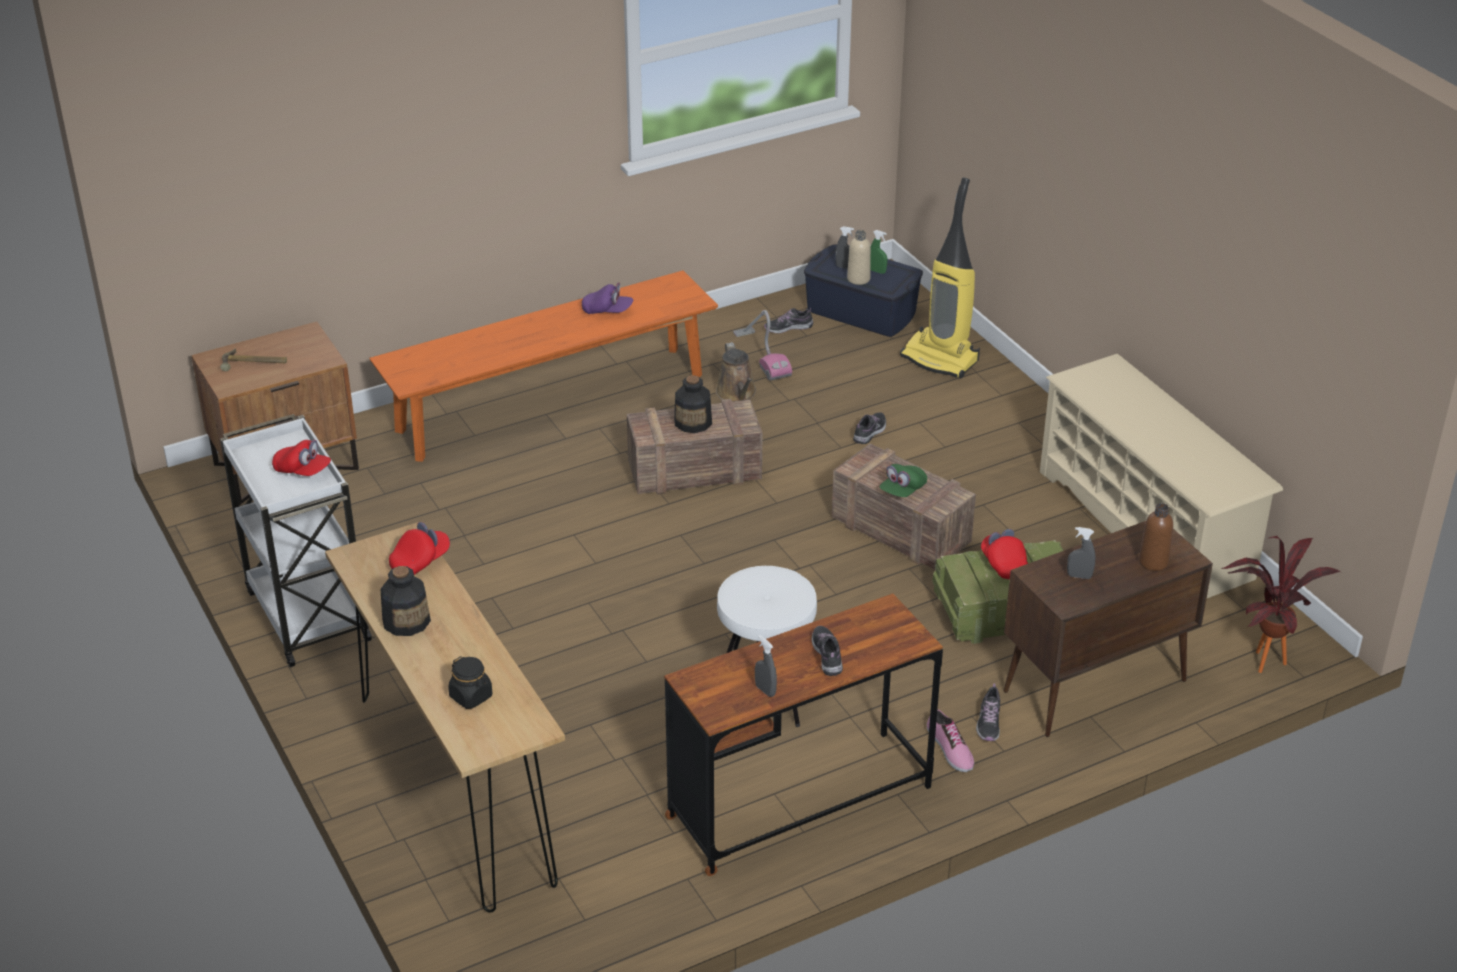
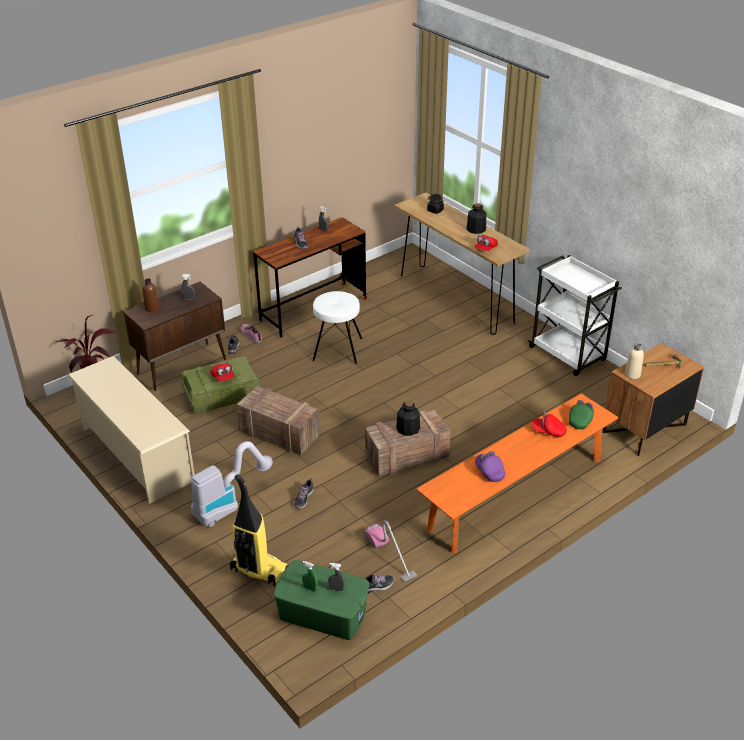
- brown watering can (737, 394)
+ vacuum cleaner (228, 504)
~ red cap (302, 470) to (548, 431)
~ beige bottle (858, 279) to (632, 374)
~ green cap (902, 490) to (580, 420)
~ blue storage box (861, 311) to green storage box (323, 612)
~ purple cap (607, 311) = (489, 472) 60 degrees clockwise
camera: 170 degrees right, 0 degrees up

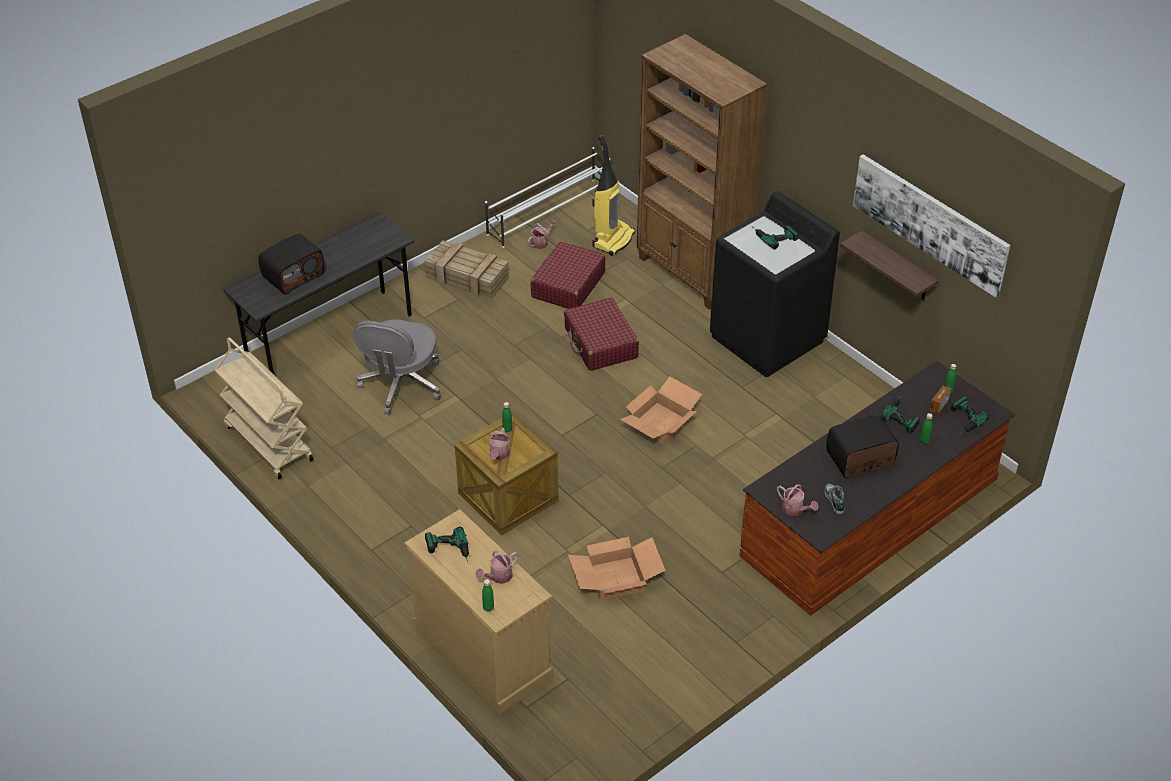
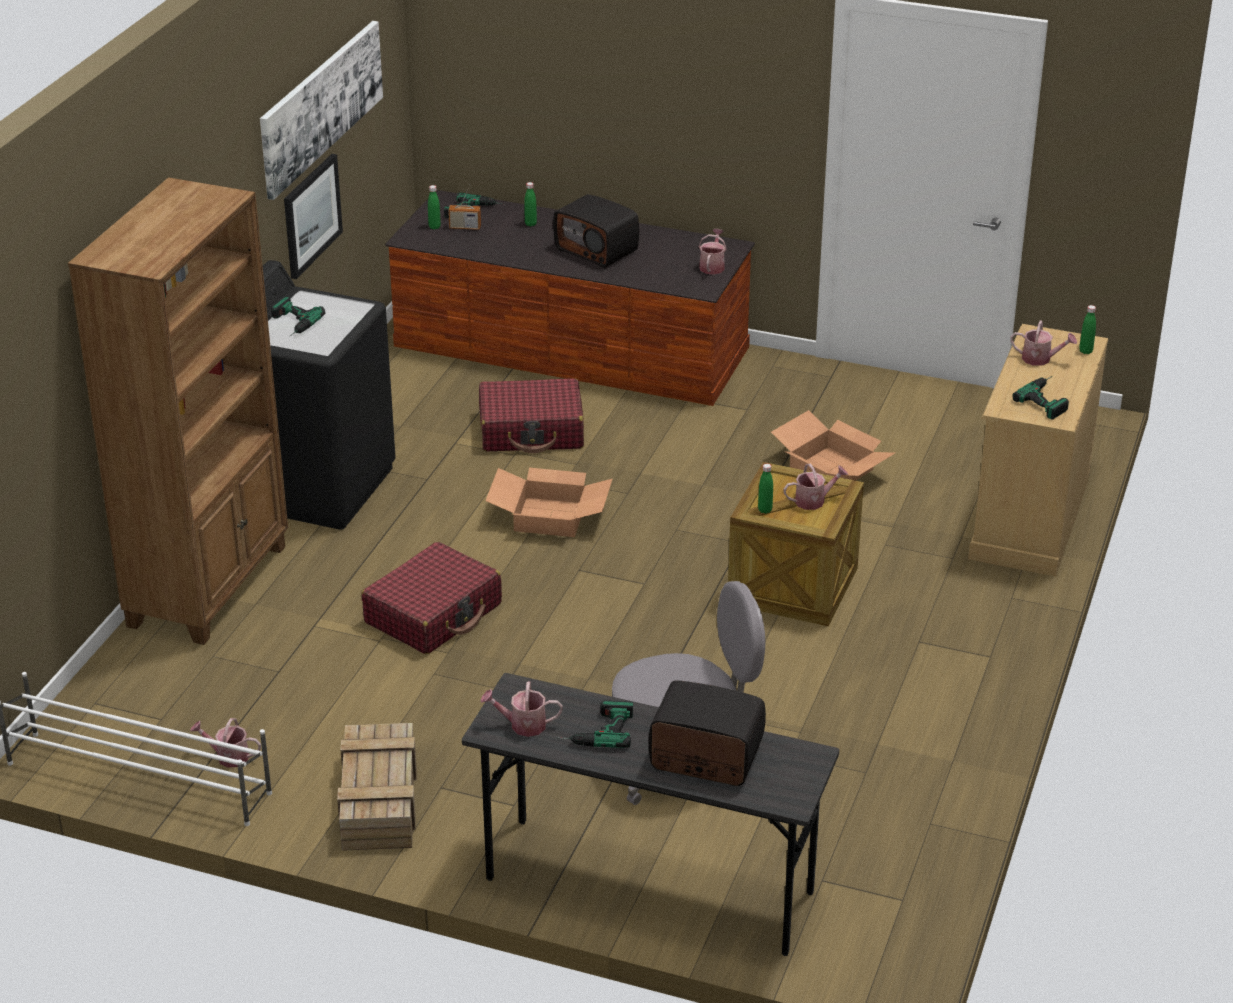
- beige cart (268, 443)
- vacuum cleaner (613, 239)
- shoe (834, 500)
+ watering can (522, 725)
~ red suitcase (567, 285) to (532, 430)
~ power drill (904, 415) to (595, 730)
~ shelf (897, 267) to picture (311, 215)
camera: 120 degrees left, 10 degrees down

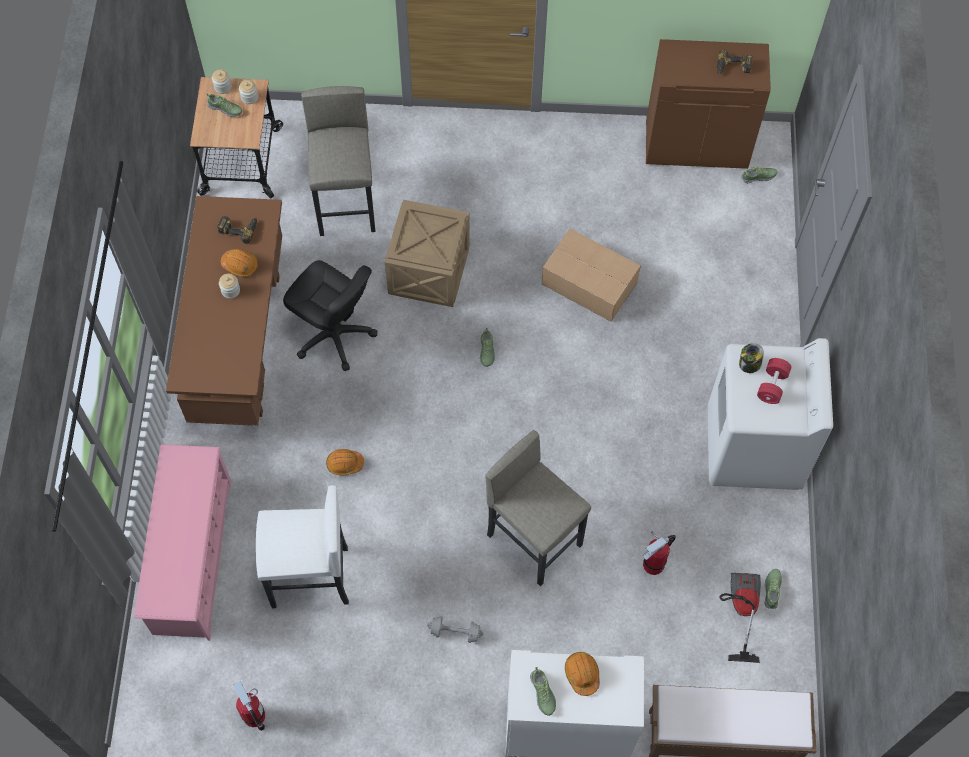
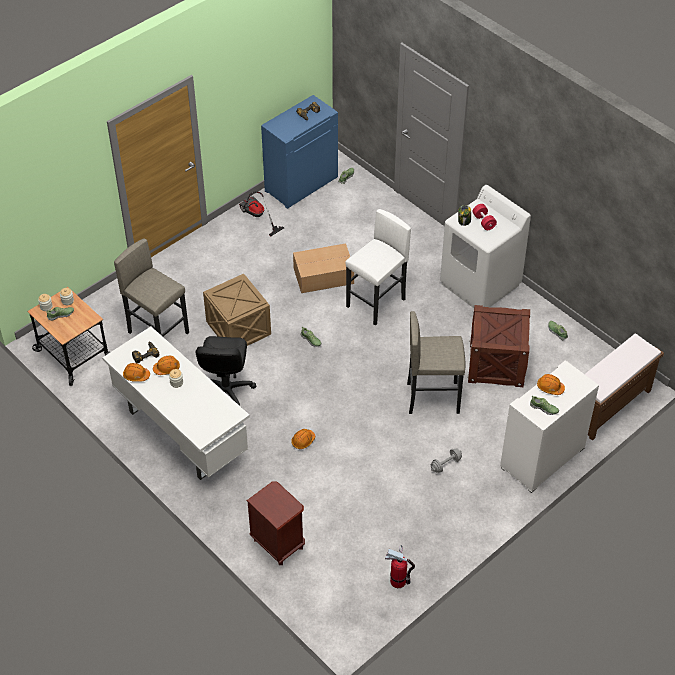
+ orange hard hat (136, 375)
~ white stool (310, 577) to (376, 303)
~ vacuum cleaner (740, 610) to (256, 217)
~ pink shoe rack (192, 557) to brown nightstand (278, 543)
~ fire extinguisher (653, 564) to crate (496, 363)
~ brown desk (240, 343) to white desk (180, 433)
~ brown cabinet (697, 144) to blue cabinet (301, 184)
~ black office chair (334, 335) = (226, 392) 105 degrees clockwise
camera: 45 degrees left, 15 degrees down

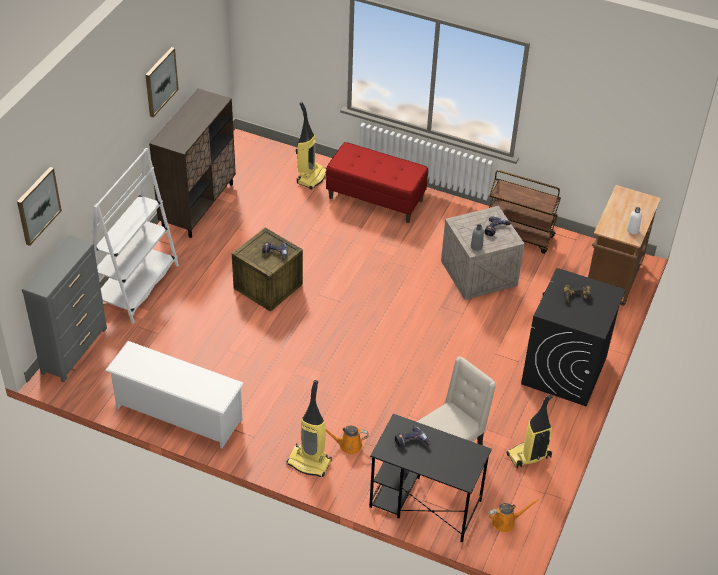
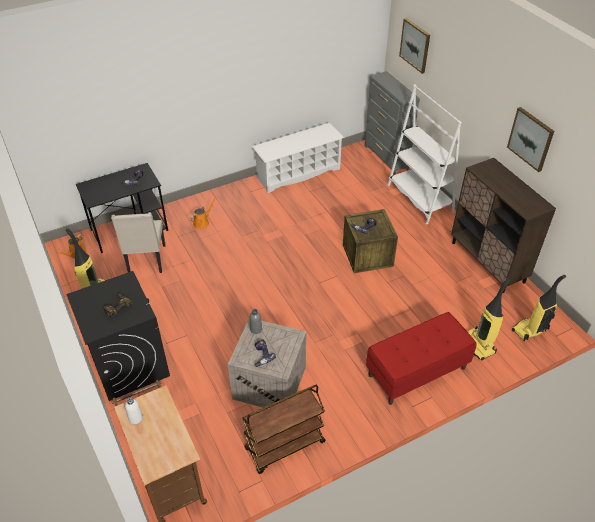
~ vacuum cleaner (310, 462) to (530, 330)
camera: 130 degrees right, 0 degrees up

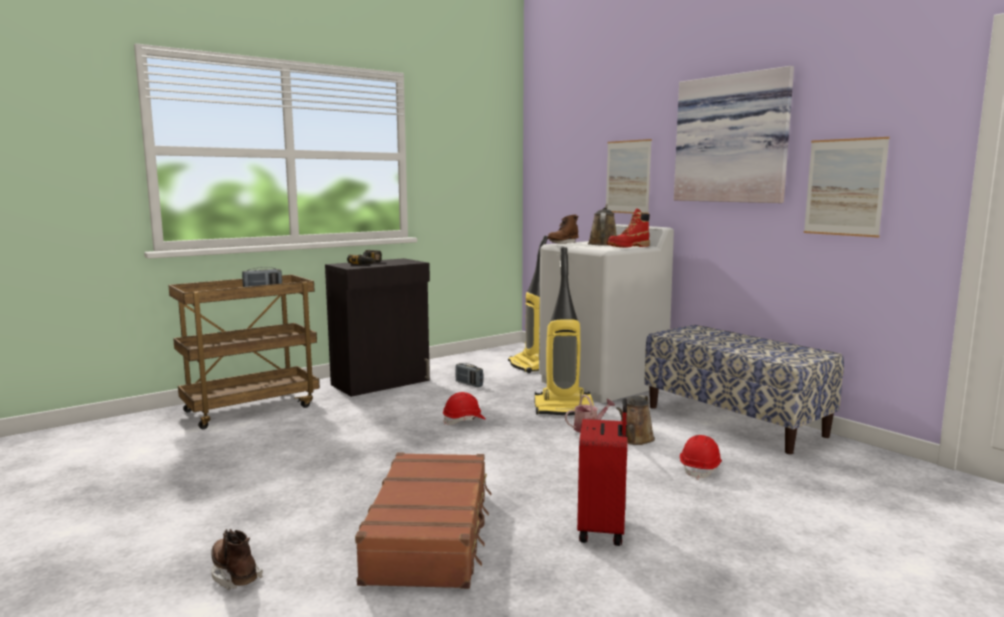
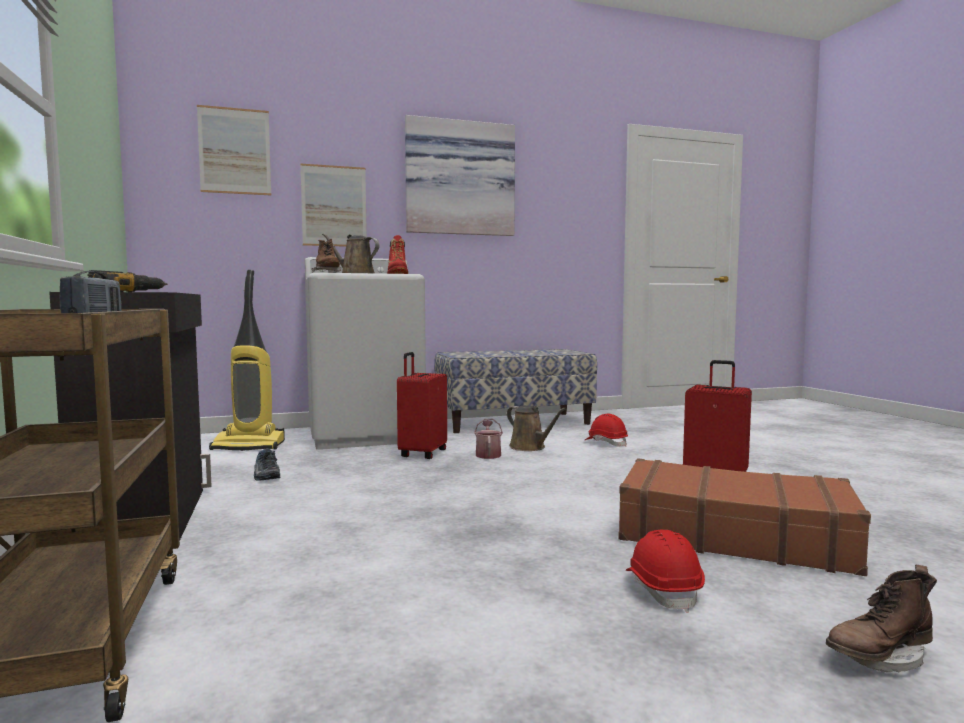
~ red hard hat (464, 420) to (663, 589)
~ picture (844, 187) to (235, 151)
~ radio (469, 384) to shoe (265, 475)
~ vacuum cleaner (564, 409) to red suitcase (422, 453)
camera: 70 degrees left, 5 degrees down

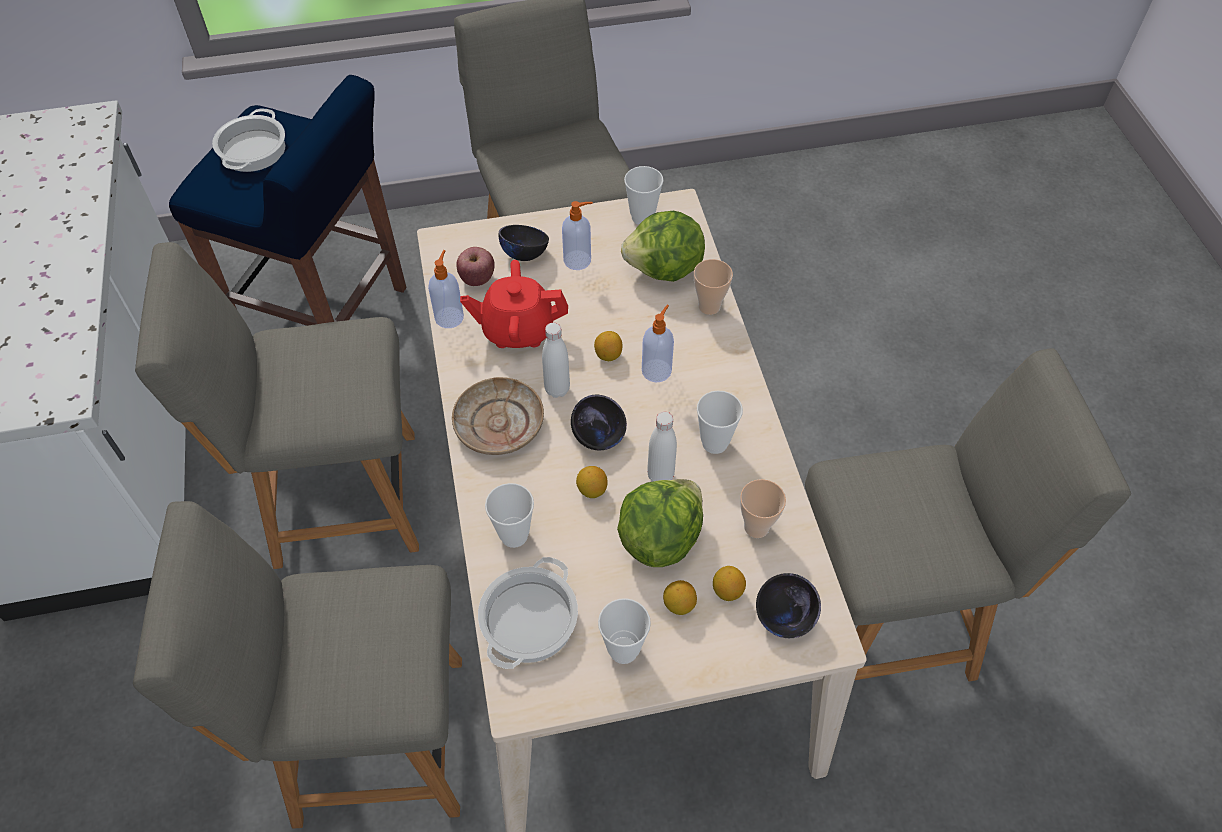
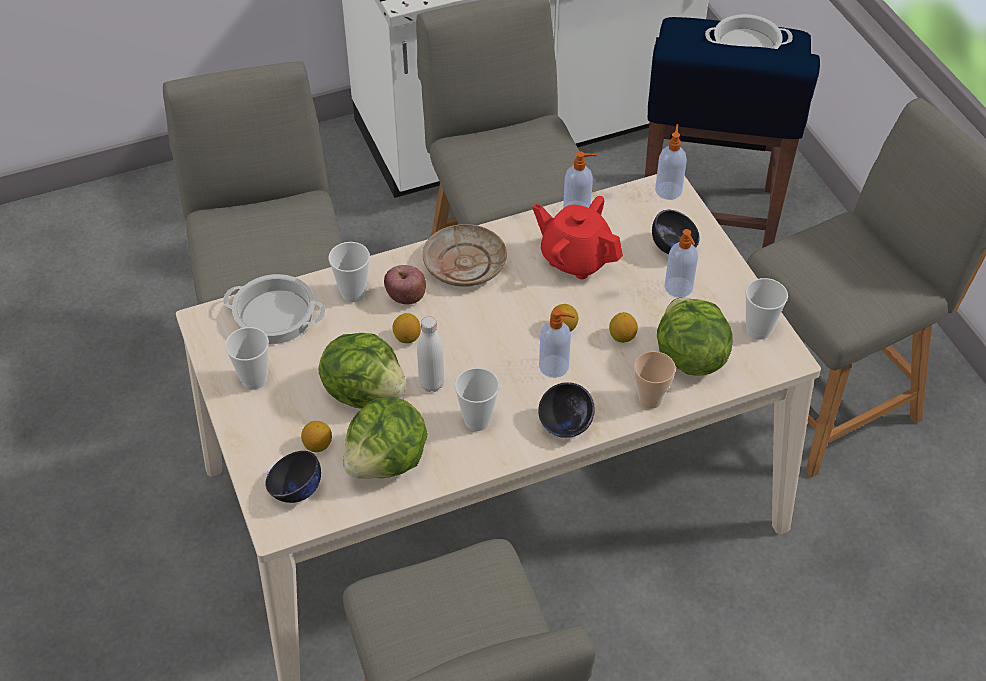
- white bottle (557, 389)
+ soap dispenser (668, 190)
~ apple (477, 279) to (406, 297)
~ black bowl (598, 437) to (565, 425)
~ lemon (679, 605) to (622, 337)
~ cup (756, 527) to lettuce (387, 461)
~ red teapot (517, 330) = (575, 258) 45 degrees counterclockwise
camera: 80 degrees right, 5 degrees down

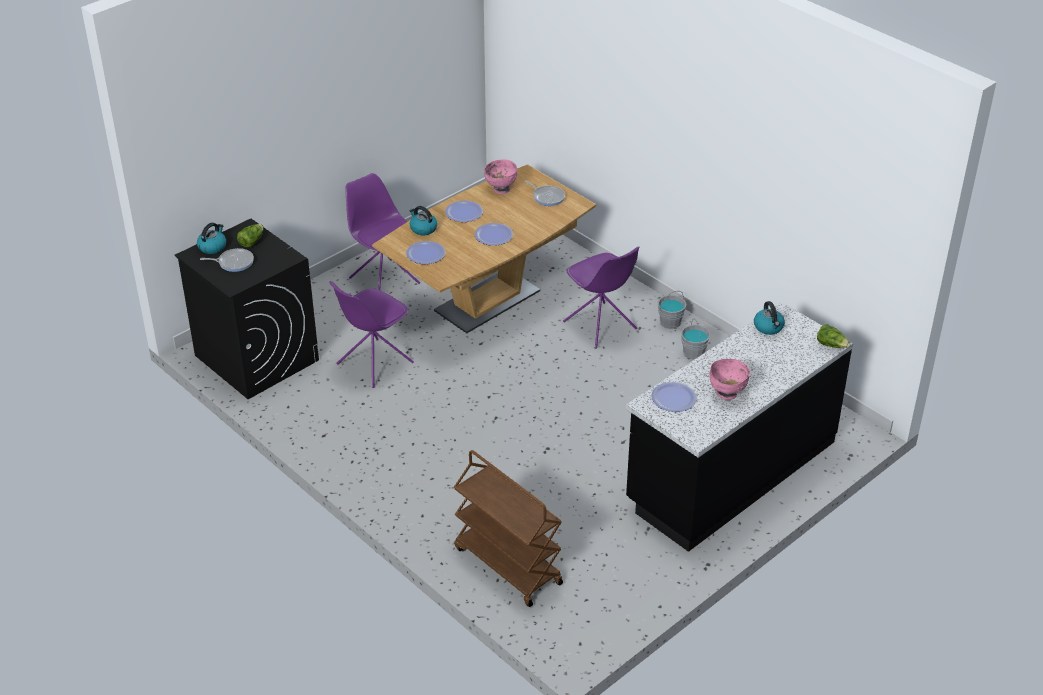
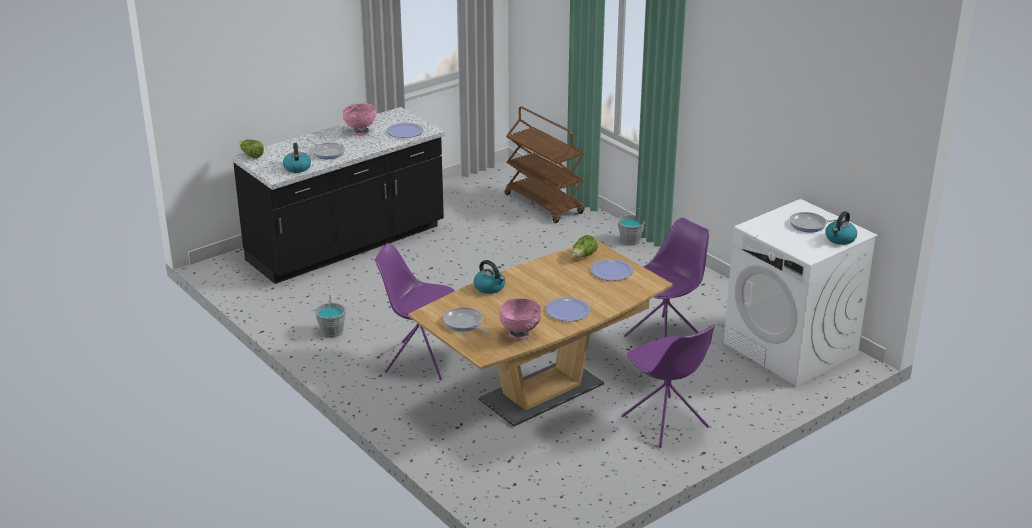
- plate (493, 235)
+ frying pan (327, 152)
~ lettuce (251, 241) to (583, 256)
~ kettle (423, 229) to (490, 287)
~ grey bucket (670, 322) to (630, 240)
~ black washing machine (256, 357) to white washing machine (791, 349)
~ purple chair (600, 326) = (420, 360) 45 degrees counterclockwise
camera: 175 degrees left, 10 degrees down

